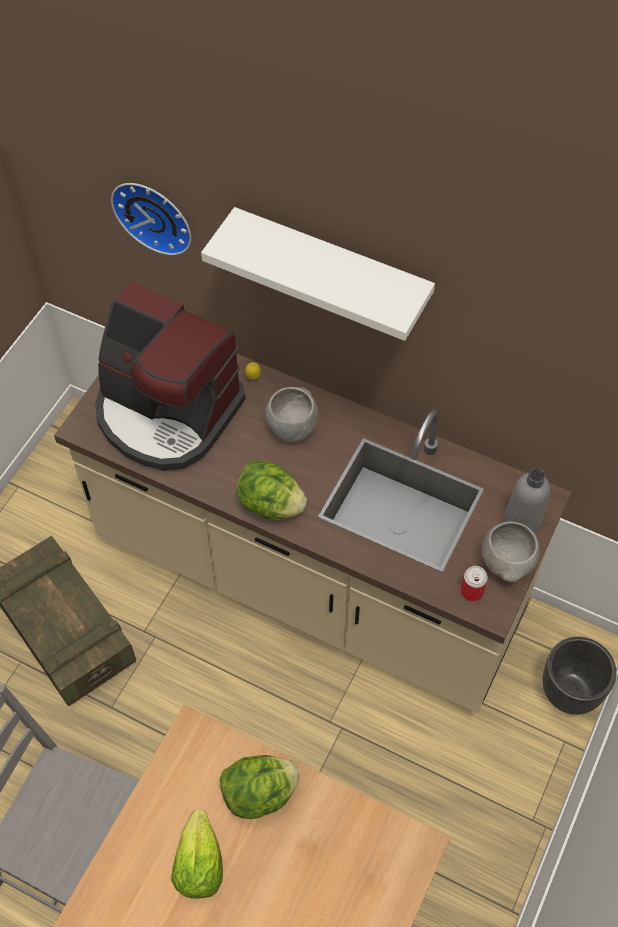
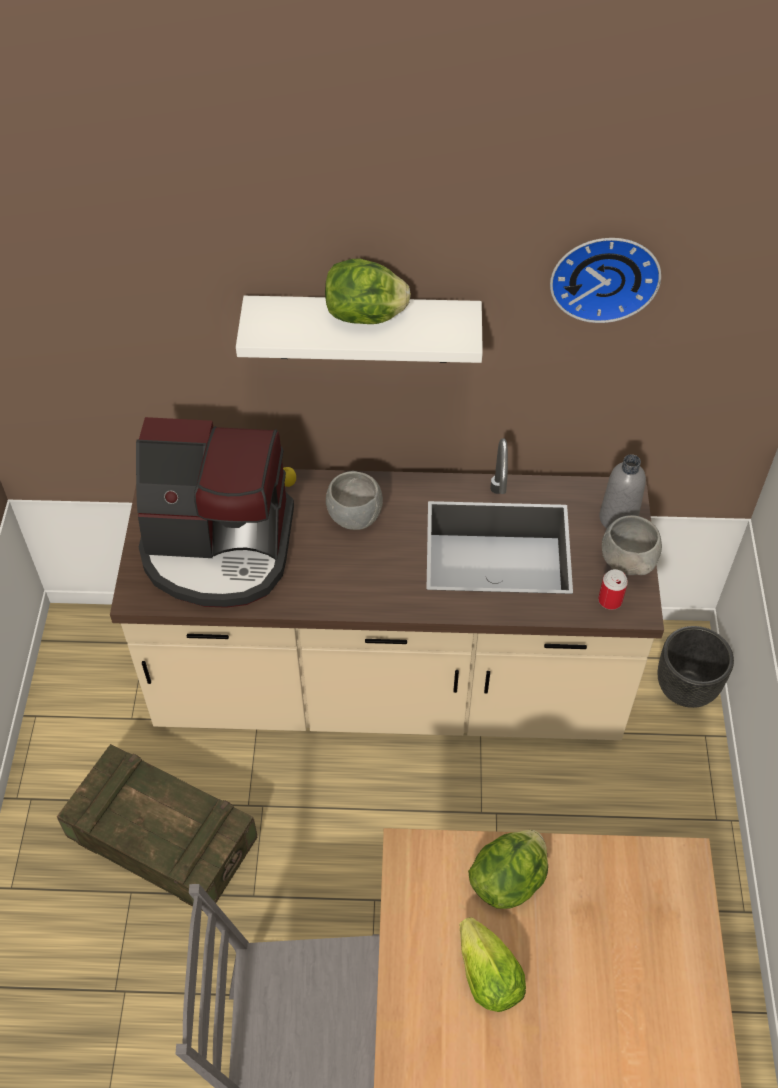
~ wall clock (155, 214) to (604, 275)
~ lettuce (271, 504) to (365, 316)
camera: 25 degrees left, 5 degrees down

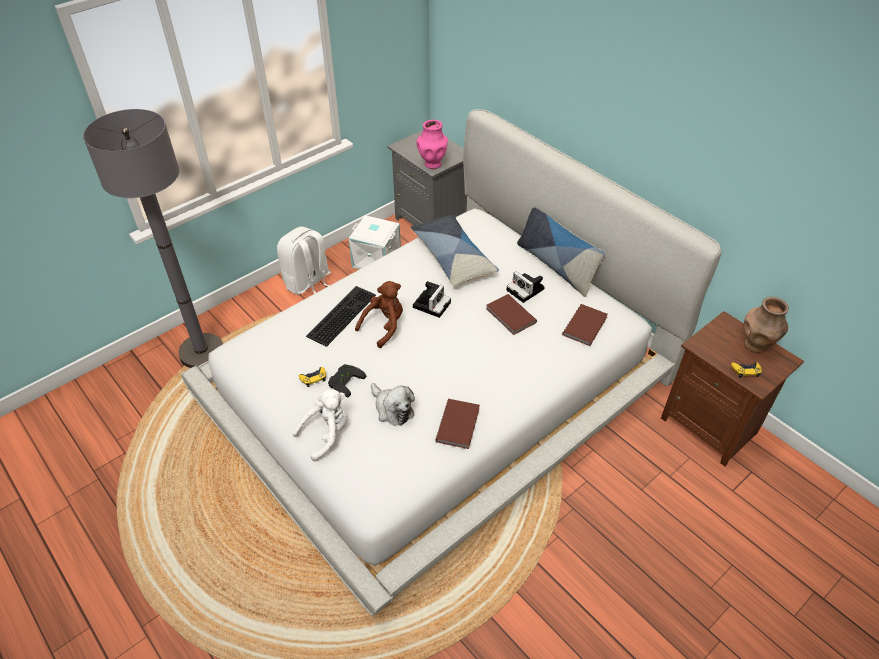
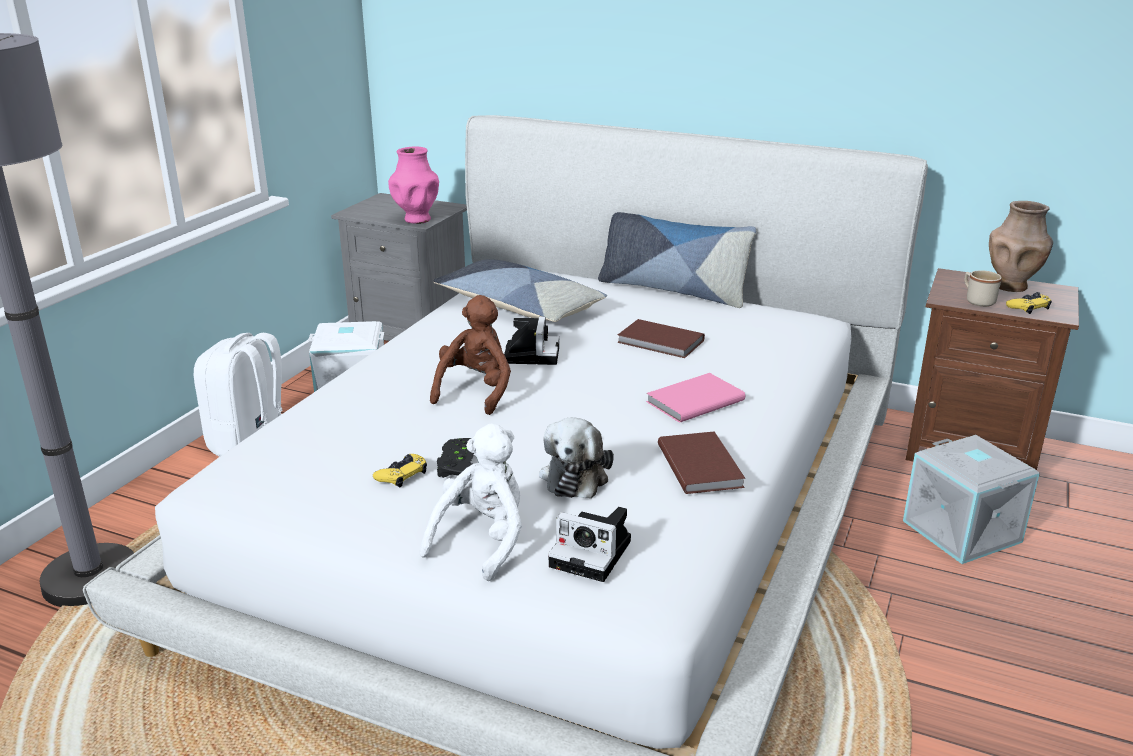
- keyboard (341, 314)
- brown book (586, 326)
+ pink book (693, 400)
+ grey storage box (963, 531)
+ beige mug (977, 300)
~ photo camera (526, 290) to (594, 554)
~ plush toy (392, 409) = (575, 476) 75 degrees clockwise
camera: 25 degrees left, 20 degrees down

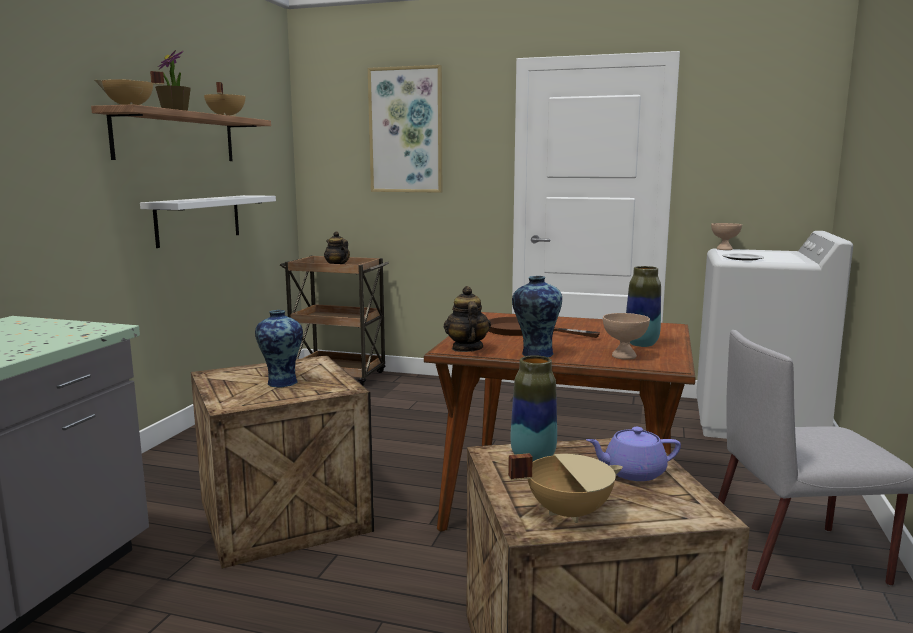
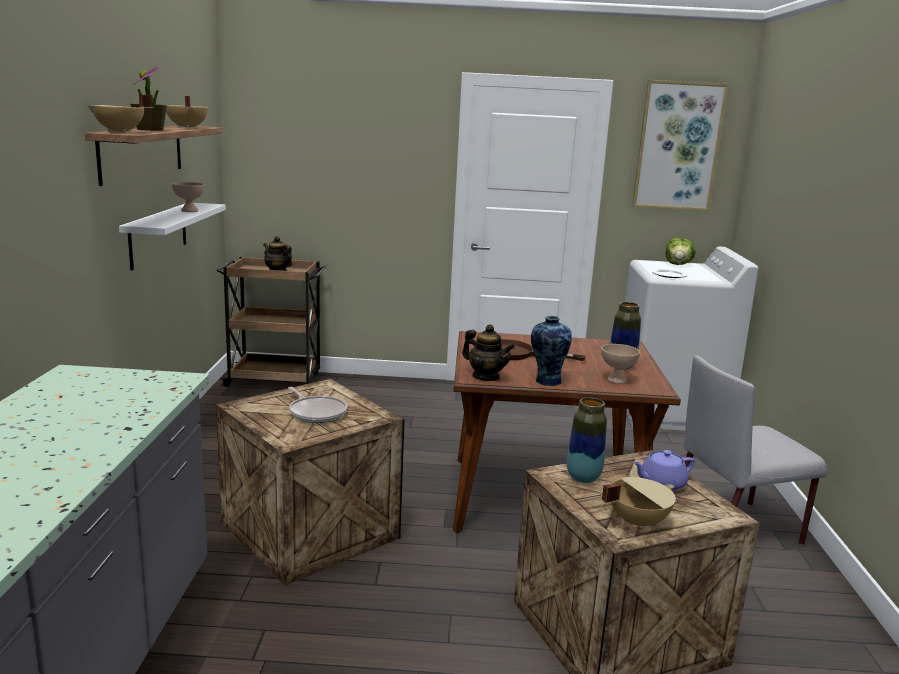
+ lettuce (678, 265)
~ picture (406, 130) to (678, 146)
~ beige bowl (725, 249) to (190, 211)
~ vase (281, 382) to frying pan (316, 413)
~ teapot (466, 348) = (486, 377) 150 degrees clockwise
camera: 15 degrees left, 5 degrees up

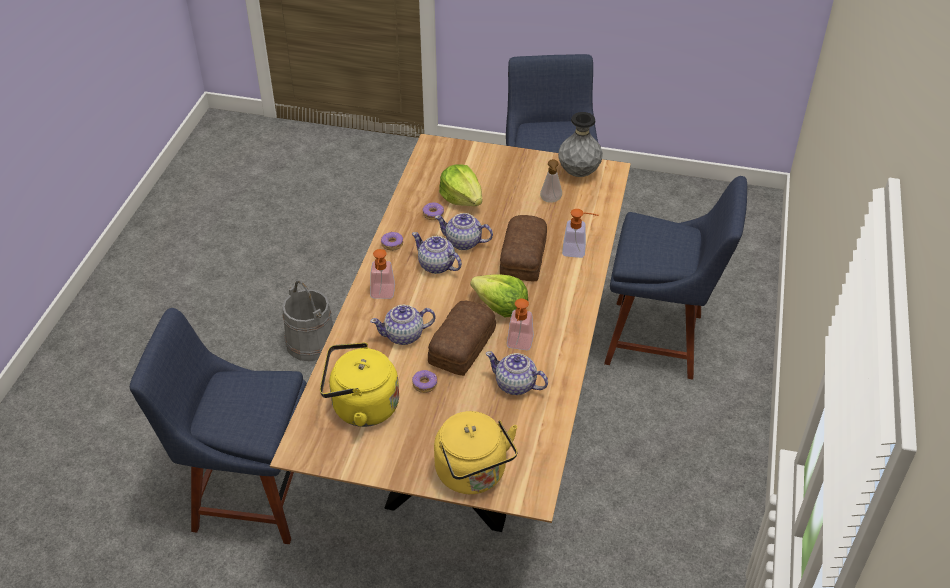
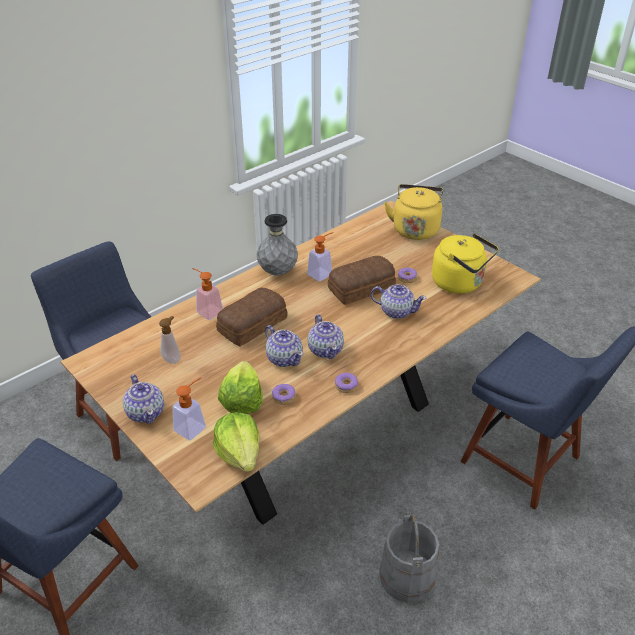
~ soap dispenser (382, 295) to (194, 426)
~ lettuce (500, 307) to (239, 453)
~ teapot (516, 385) to (146, 412)
~ grey vase (579, 173) to (277, 272)
camera: 145 degrees left, 5 degrees down

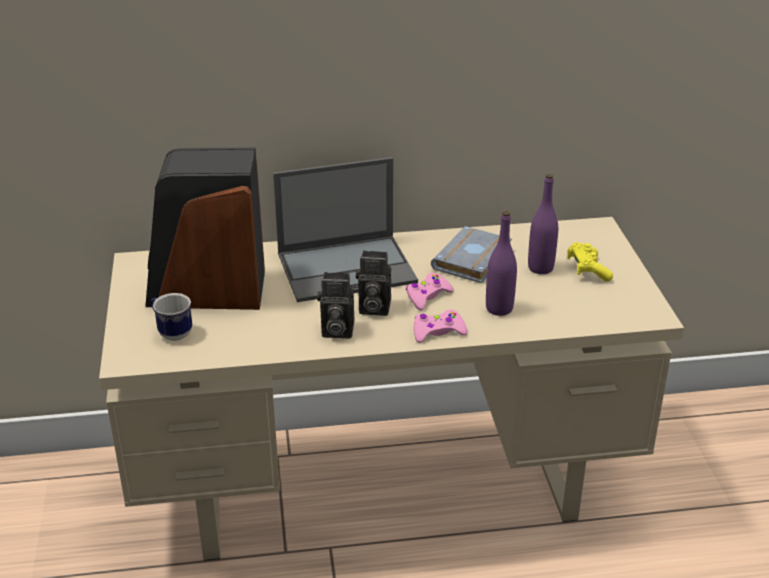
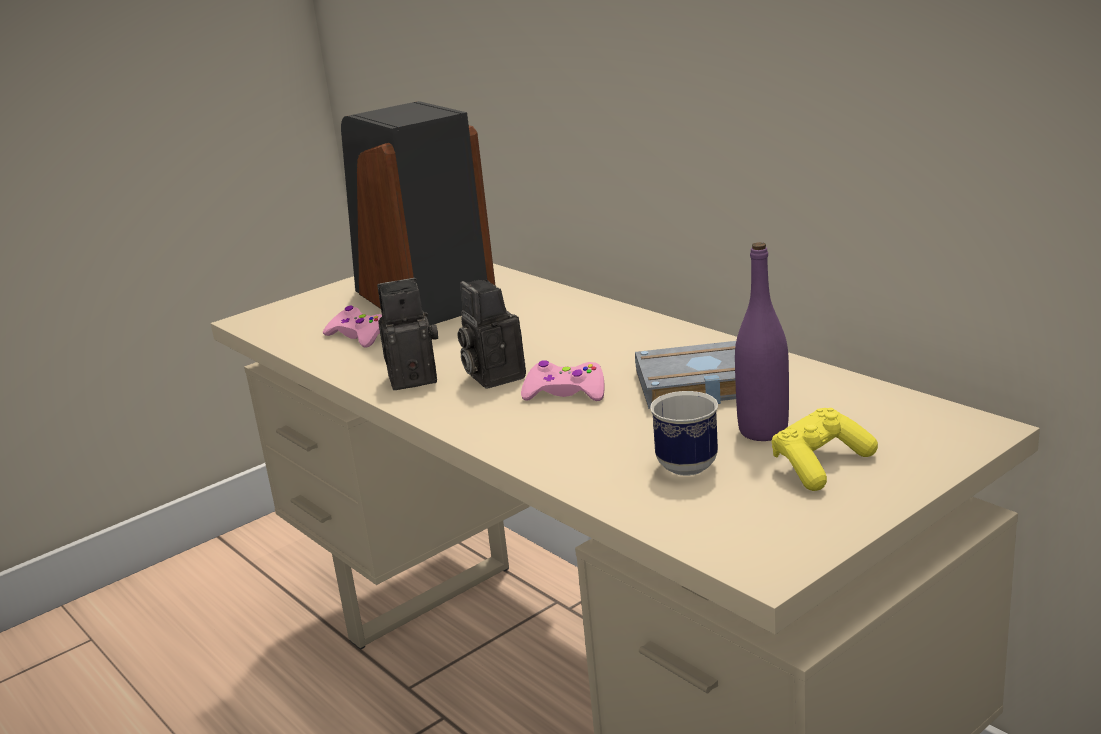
- laptop (348, 268)
- purple bottle (499, 309)
~ mug (172, 332) to (686, 461)
~ pink game controller (438, 332) to (358, 336)
~ photo camera (335, 330) = (415, 377) 105 degrees clockwise
camera: 60 degrees right, 10 degrees down

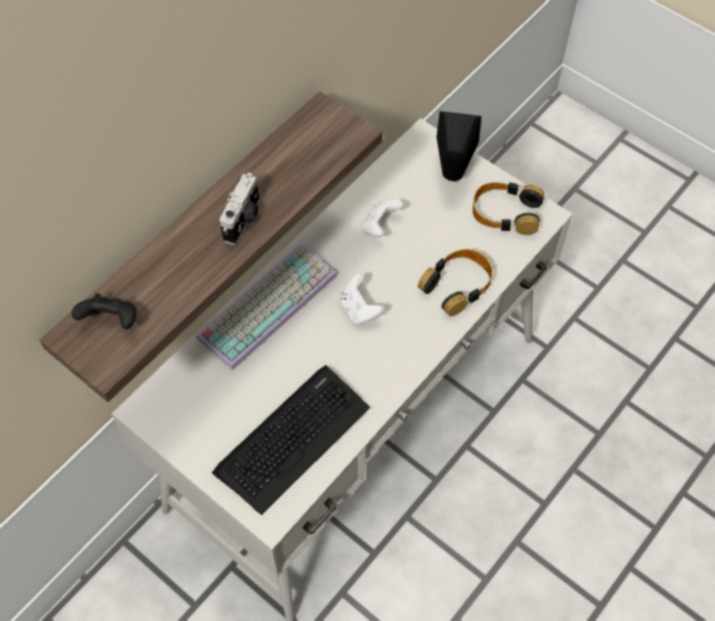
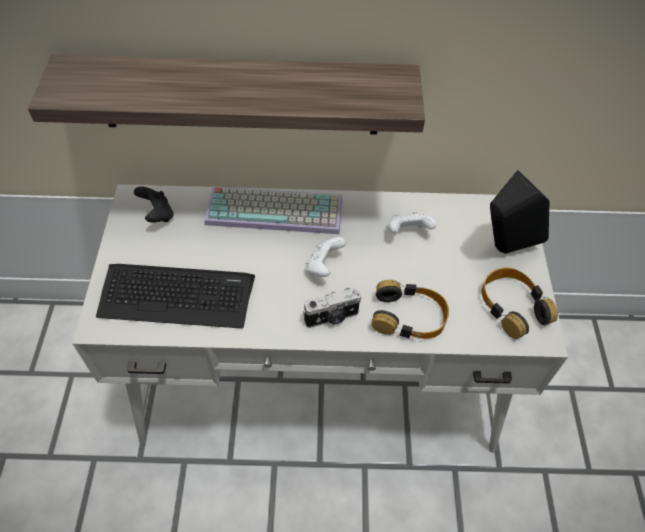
~ black game controller (112, 321) to (157, 214)
~ photo camera (243, 220) to (332, 318)
camera: 50 degrees right, 5 degrees down

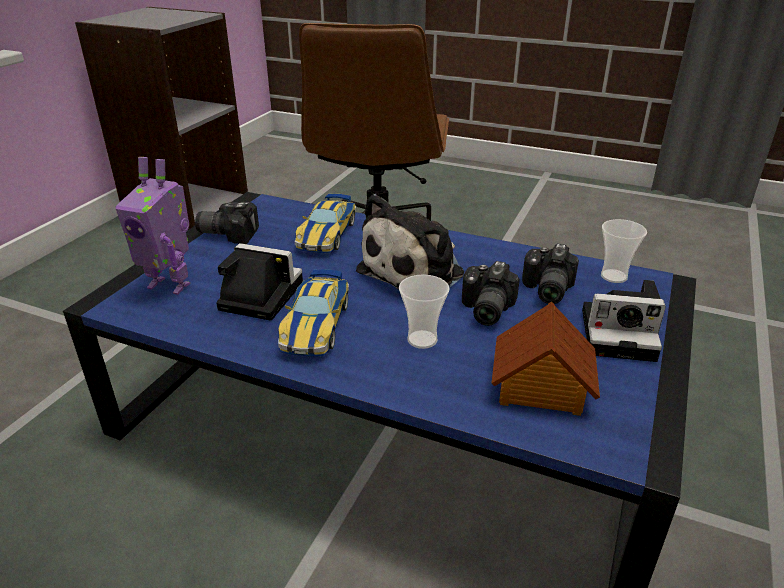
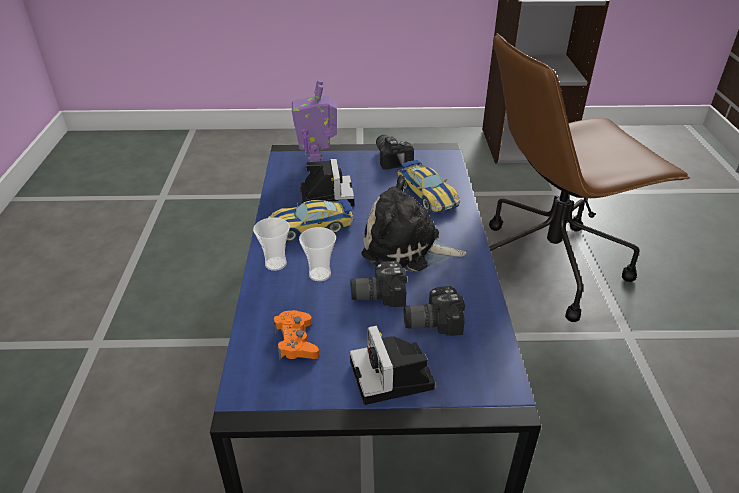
~ cup (614, 276) to (275, 264)
~ toy house (540, 386) to orange game controller (296, 341)
~ toy car (327, 233) = (427, 194) 105 degrees counterclockwise
camera: 65 degrees right, 5 degrees up

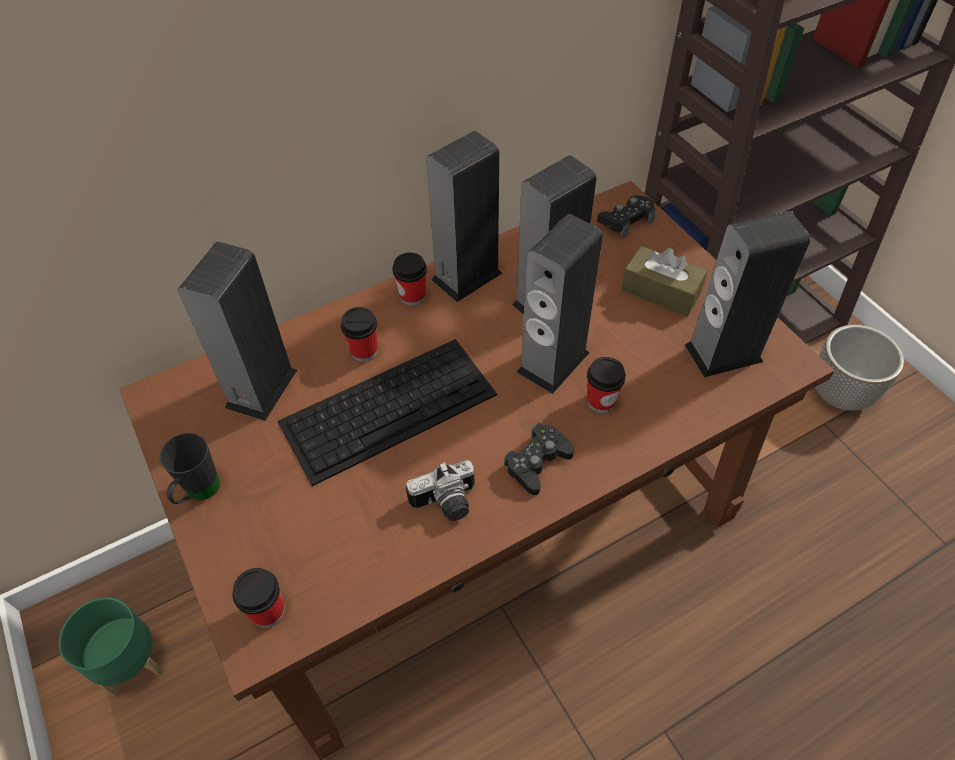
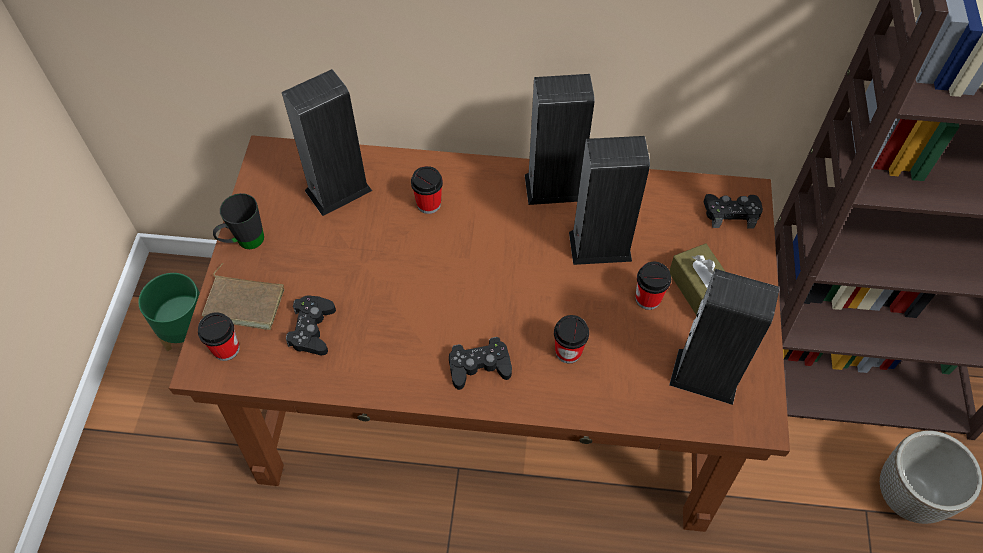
- keyboard (390, 407)
- photo camera (446, 504)
- speaker (553, 362)
+ brown book (245, 302)
+ black game controller (312, 329)
~ cup (412, 296) to (648, 298)
camera: 35 degrees right, 5 degrees up

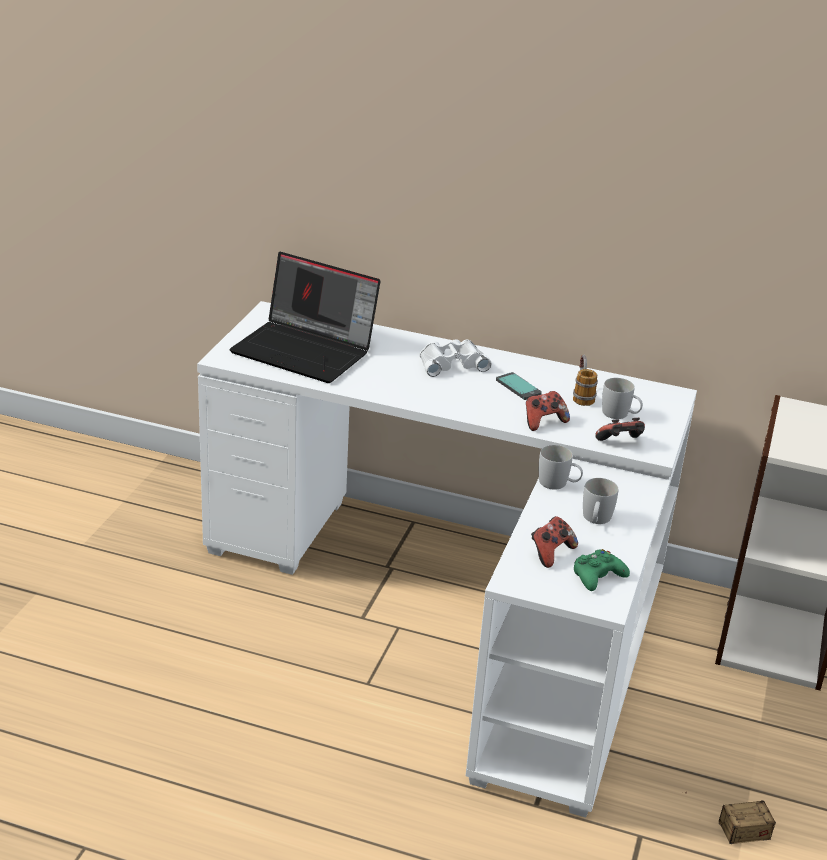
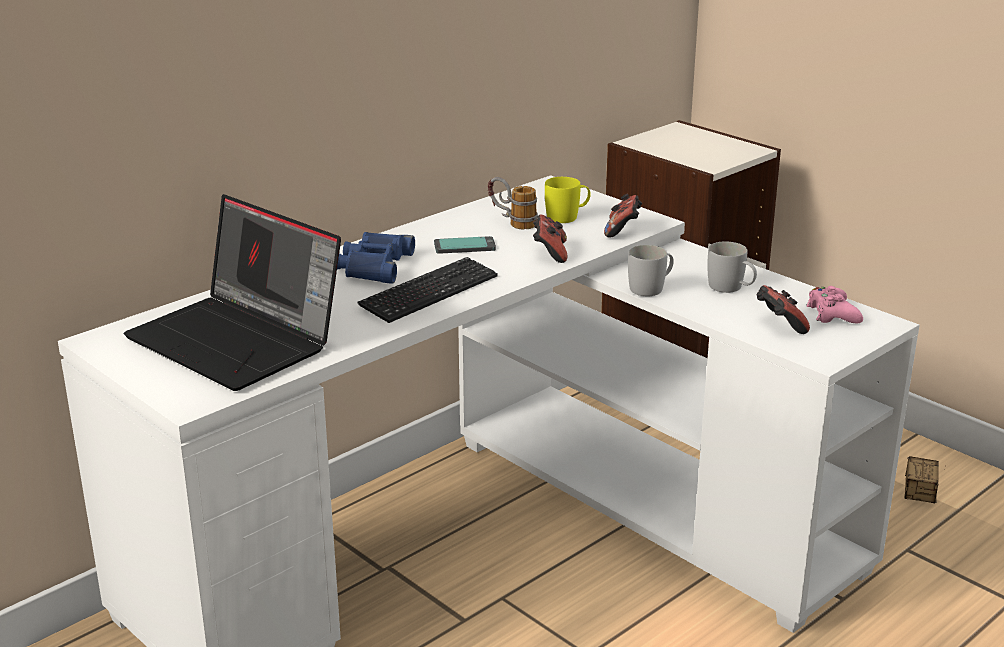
+ keyboard (429, 292)
~ white binoculars (451, 363) to blue binoculars (373, 266)
~ green game controller (597, 576) to pink game controller (832, 314)
~ white mug (620, 415) to yellow mug (568, 216)
~ laptop (306, 350) = (239, 340) 75 degrees clockwise
camera: 60 degrees left, 5 degrees down

